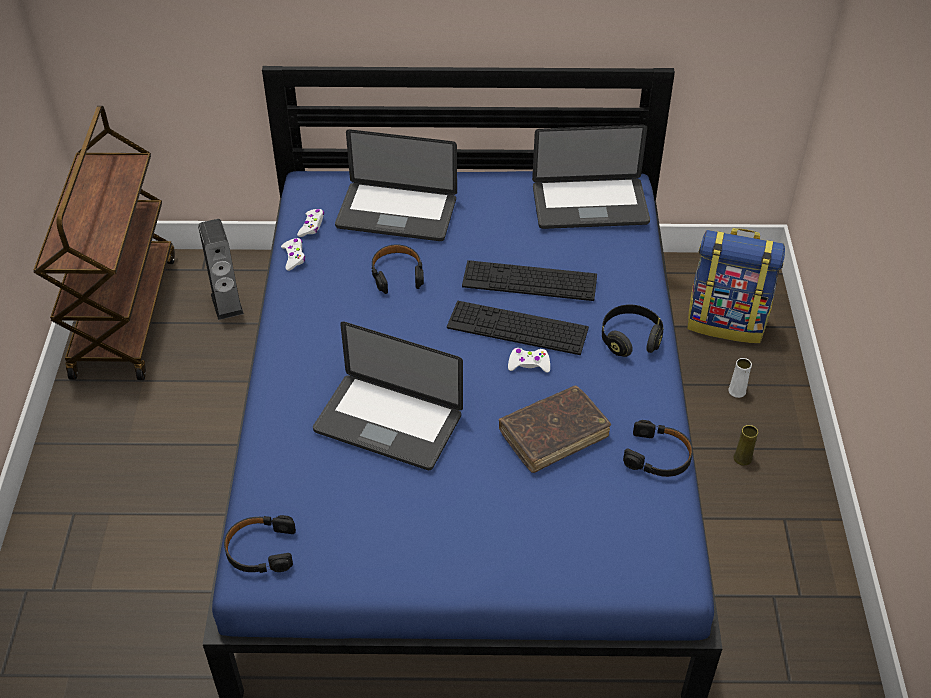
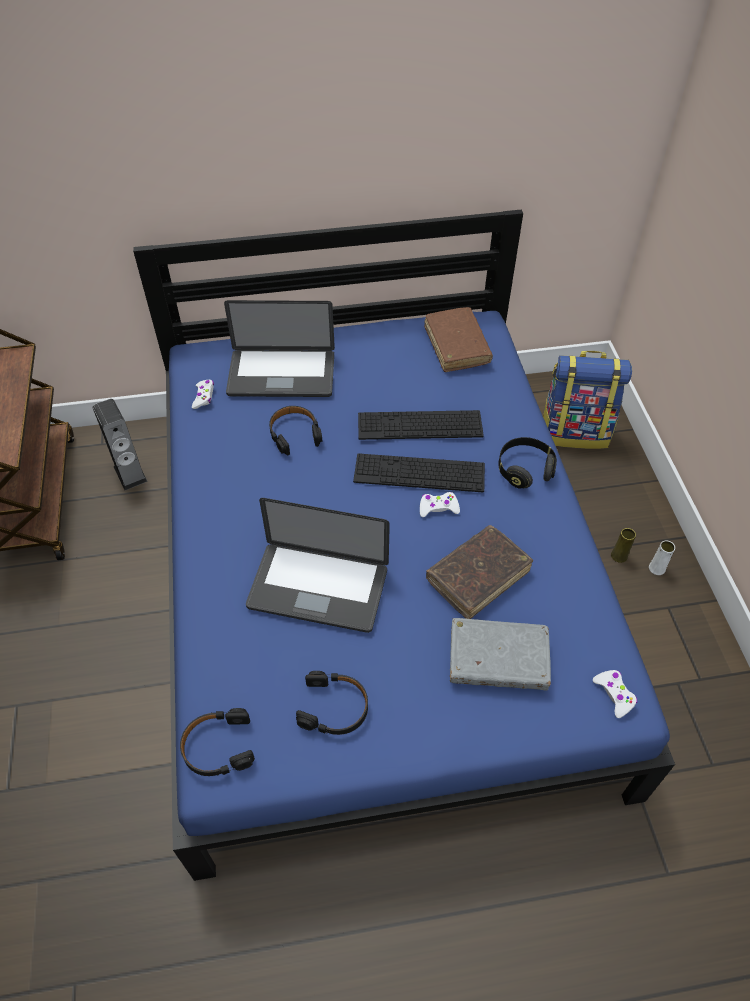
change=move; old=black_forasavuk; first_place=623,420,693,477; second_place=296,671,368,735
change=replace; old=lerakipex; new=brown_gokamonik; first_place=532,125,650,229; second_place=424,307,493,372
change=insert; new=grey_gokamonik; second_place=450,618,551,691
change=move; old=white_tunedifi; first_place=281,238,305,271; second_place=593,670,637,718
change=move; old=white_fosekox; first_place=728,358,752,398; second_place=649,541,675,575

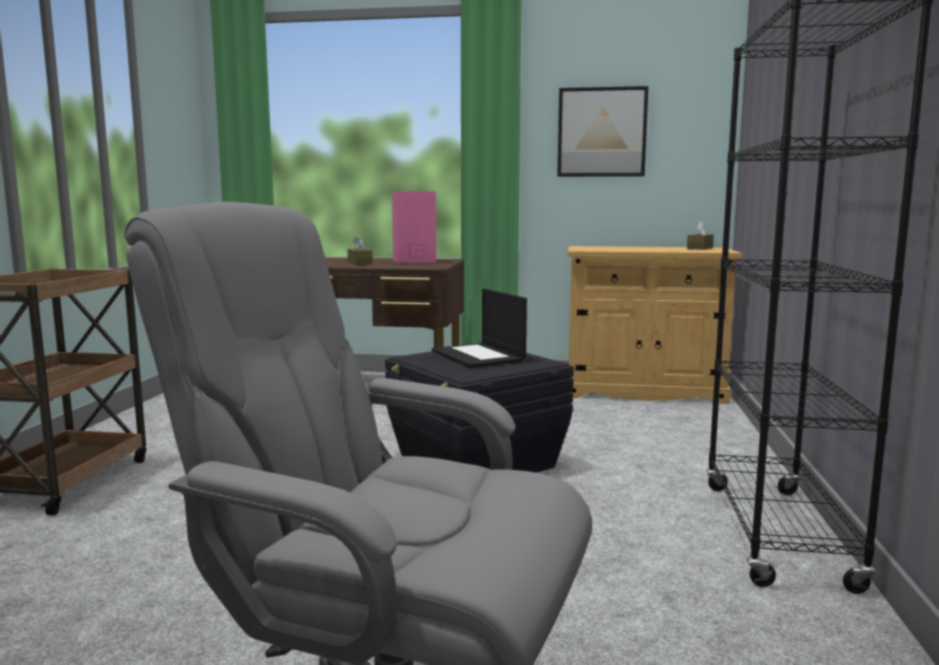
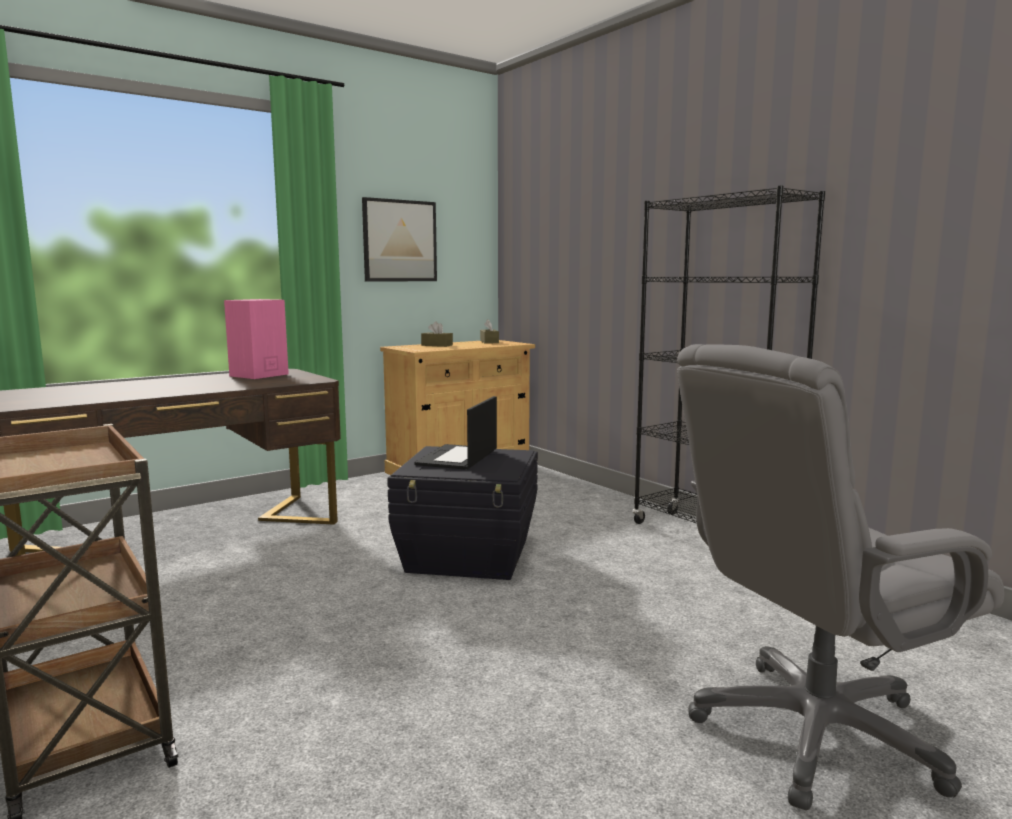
change=rotate; old=lerakipex; first_place=432,288,527,368; second_place=414,396,497,470; degrees=90
change=move; old=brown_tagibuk; first_place=348,236,373,265; second_place=421,321,453,347

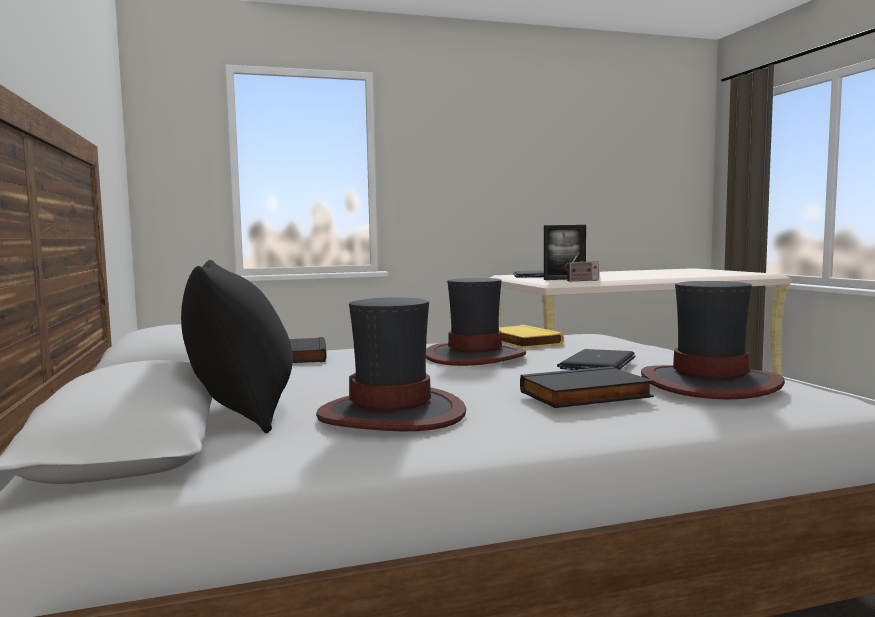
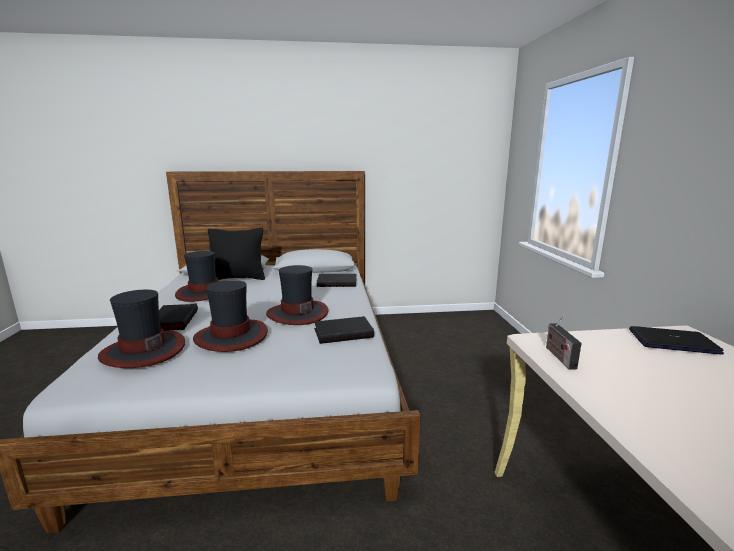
change=replace; old=lerakipex; new=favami; first_place=557,349,635,370; second_place=193,280,268,352
change=recolor; old=yellow_gokamonik; new=black_gokamonik; first_place=499,325,564,348; second_place=314,316,374,344
change=delete; old=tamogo; first_place=544,225,586,280

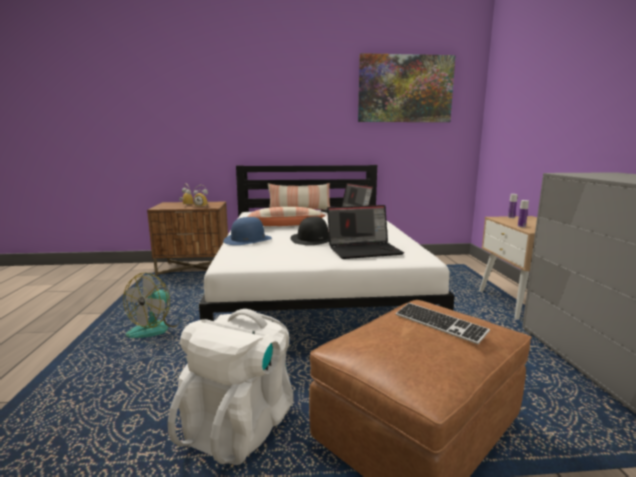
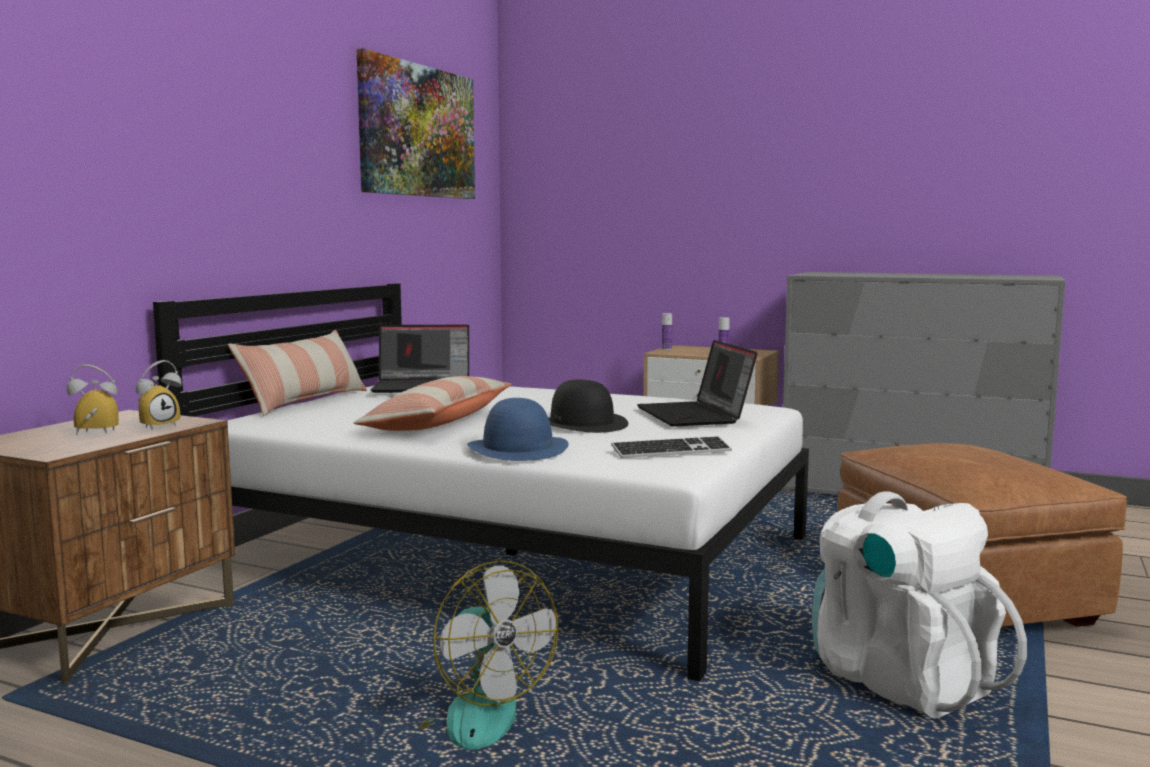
change=move; old=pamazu; first_place=396,303,490,344; second_place=611,436,732,458
change=rotate; old=lerakipex; first_place=327,205,404,259; second_place=637,340,757,427; degrees=150

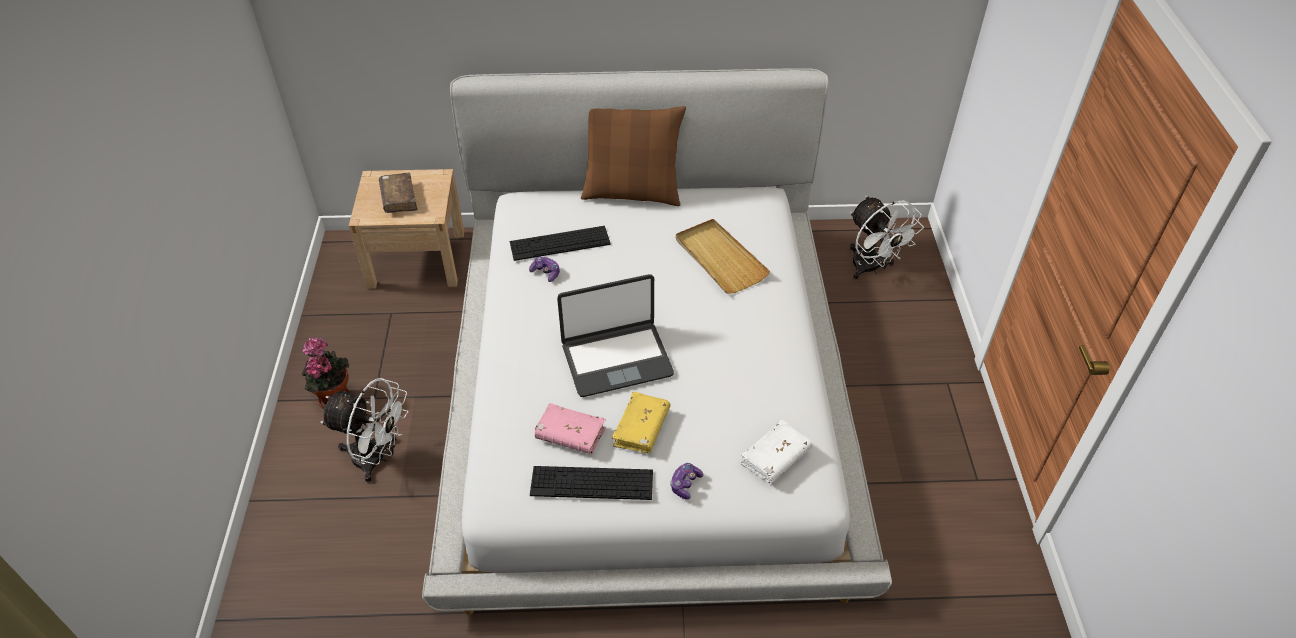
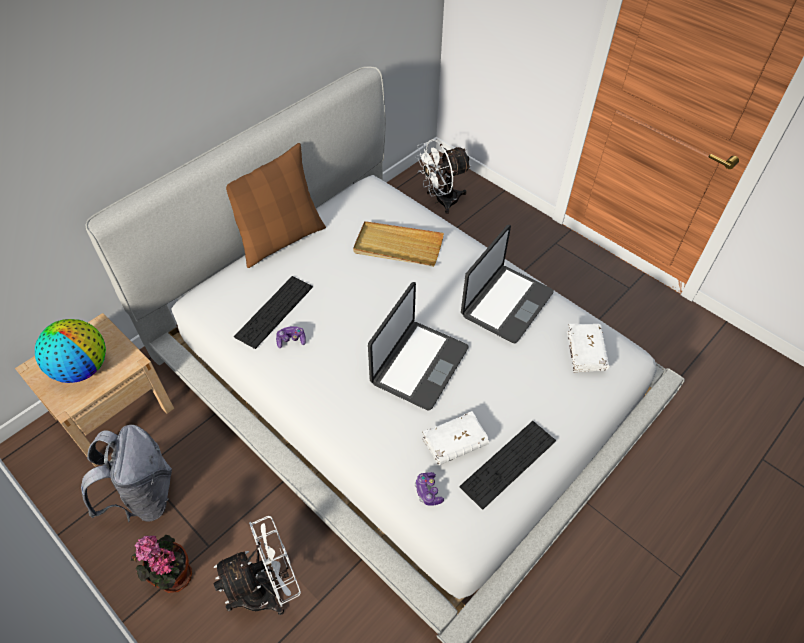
change=replace; old=brown_gokamonik; new=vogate; first_place=379,173,417,213; second_place=35,319,106,383
change=insert; new=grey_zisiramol; second_place=81,425,172,522
change=rotate; old=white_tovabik; first_place=850,196,924,279; second_place=415,139,472,214; degrees=135
change=move; old=tunedifi; first_place=670,463,704,500; second_place=415,472,444,506
change=recolor; old=pink_gokamonik; new=white_gokamonik; first_place=535,403,606,454; second_place=422,411,489,465
change=insert; new=lerakipex; second_place=461,225,554,343
change=delete; old=yellow_gokamonik; first_place=612,392,671,453

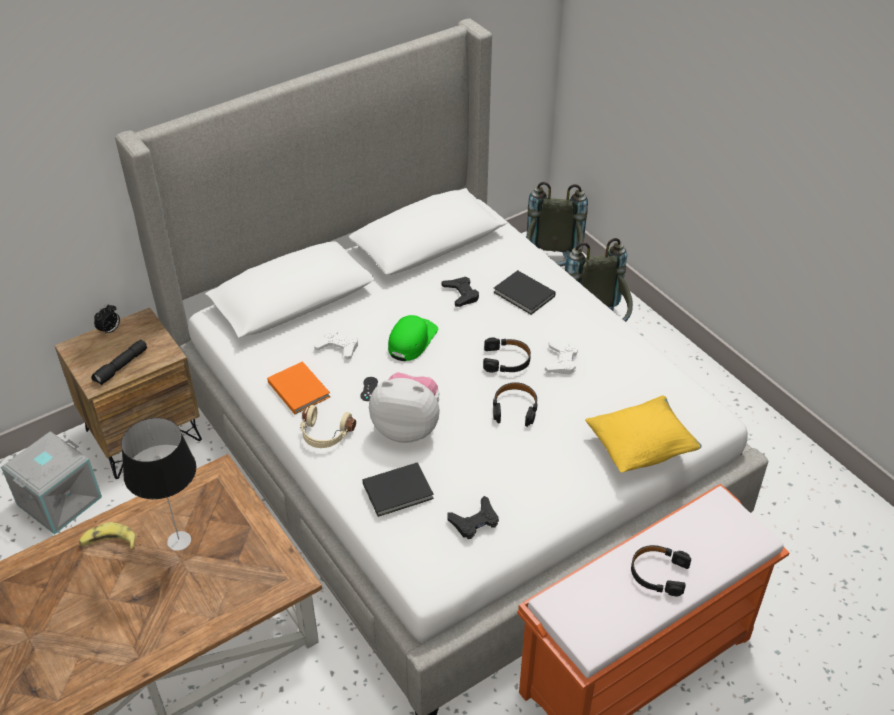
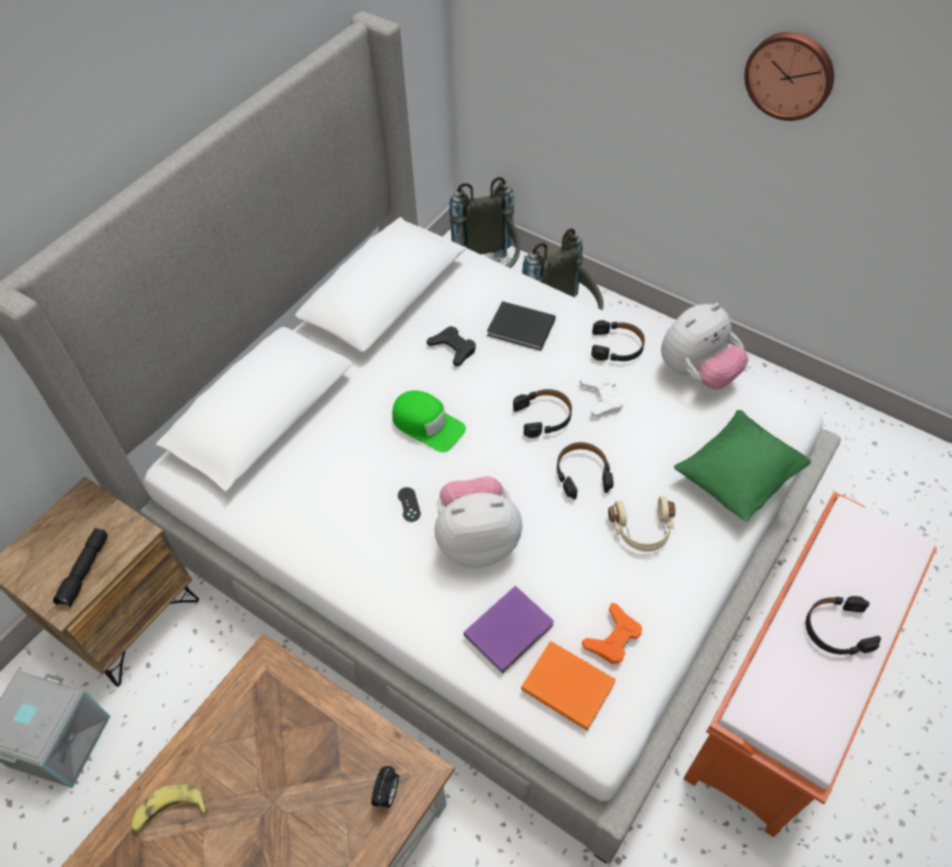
change=move; old=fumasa; first_place=94,304,120,335; second_place=371,766,399,808
change=rotate; old=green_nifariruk; first_place=388,315,438,361; second_place=392,390,466,452; degrees=120
change=recolor; old=black_gokamonik; new=purple_gokamonik; first_place=363,462,434,517; second_place=464,586,554,674
change=move; old=orange_gokamonik; first_place=267,361,330,414; second_place=521,641,616,730
change=recolor; old=black_tunedifi; new=orange_tunedifi; first_place=447,496,499,539; second_place=582,603,642,664
change=insert; new=black_forasavuk; second_place=591,320,645,361
change=move; old=beige_forasavuk; first_place=300,405,356,448; second_place=608,496,675,552
change=insert; new=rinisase; second_place=661,303,749,389
change=recolor; old=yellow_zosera; new=green_zosera; first_place=585,396,702,473; second_place=674,410,811,521
change=insert; new=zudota; second_place=744,32,834,121
change=delete; old=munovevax; first_place=121,418,196,551
change=delete; old=white_tunedifi; first_place=314,330,358,360

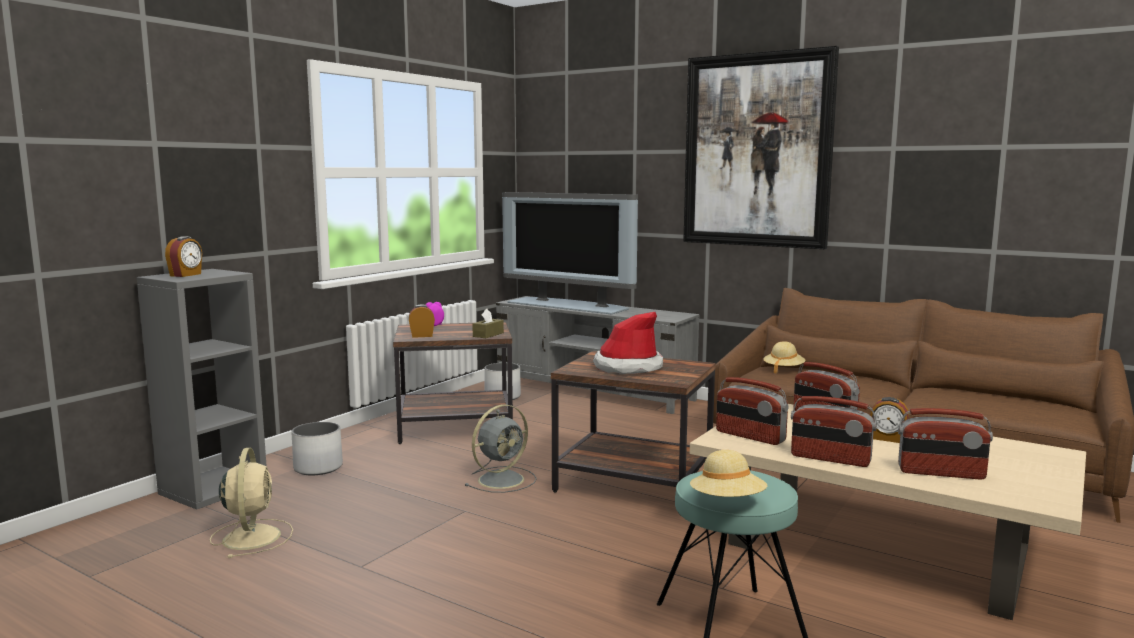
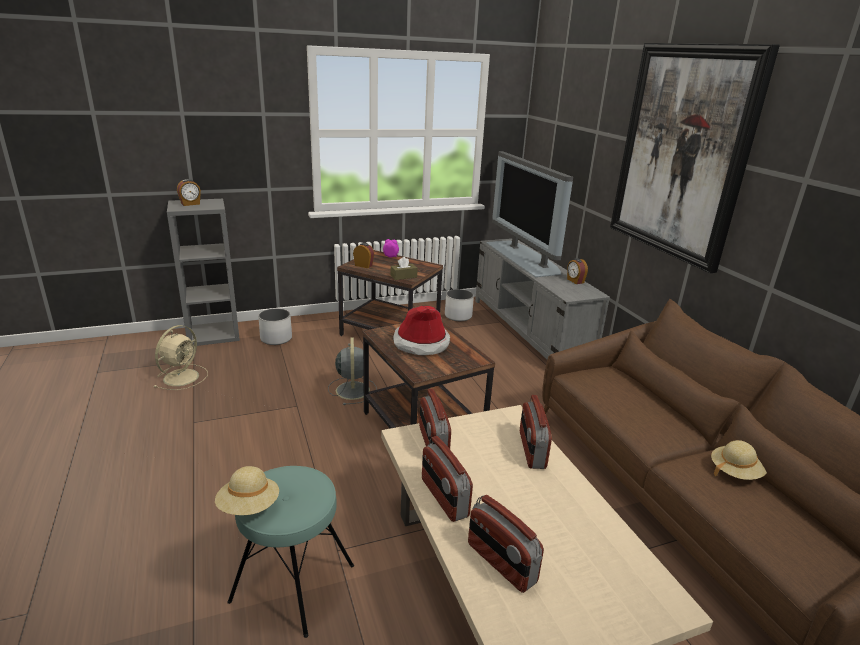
change=rotate; old=grey_tovabik; first_place=464,404,537,493; second_place=328,337,377,405; degrees=-90
change=move; old=fumasa; first_place=870,397,909,443; second_place=567,258,588,284
change=move; old=beige_favami; first_place=763,341,806,374; second_place=711,440,767,480

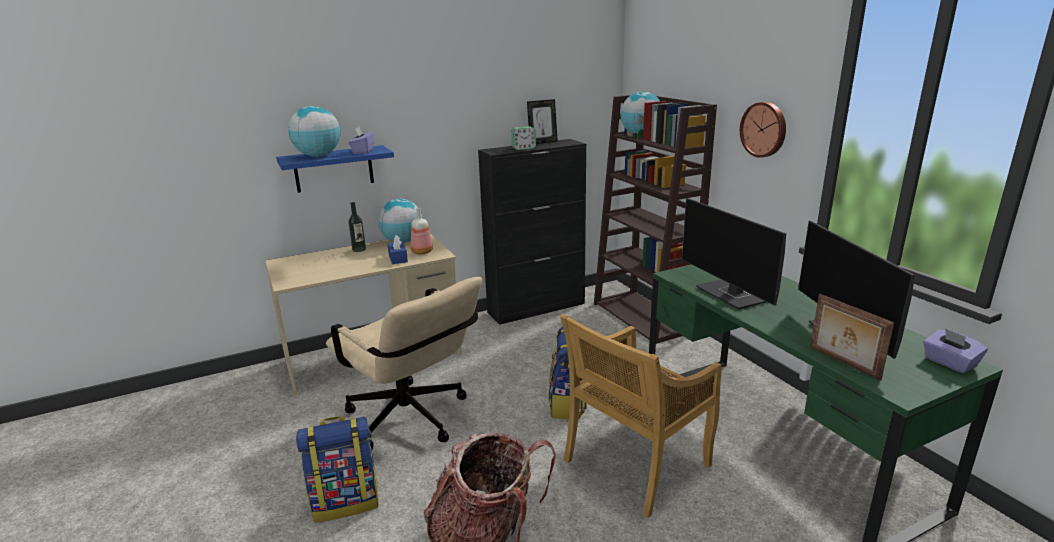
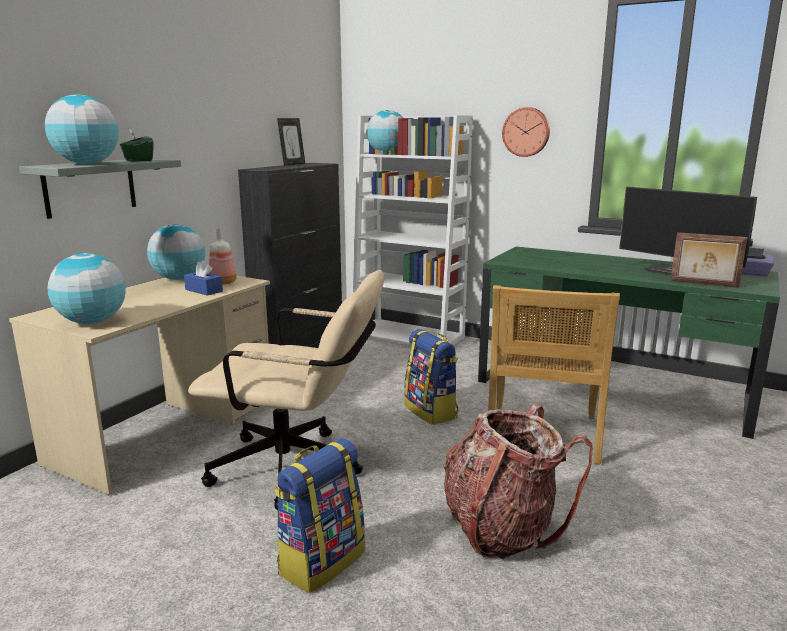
change=recolor; old=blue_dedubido; new=grey_dedubido; first_place=276,145,394,193; second_place=19,159,181,219
change=insert; new=vogate; second_place=47,253,126,324
change=recolor; old=purple_tagibuk; new=green_tagibuk; first_place=349,127,374,154; second_place=120,129,153,162
change=recolor; old=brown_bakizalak; new=white_bakizalak; first_place=594,95,717,344; second_place=353,115,473,345
change=delete; old=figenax; first_place=348,202,366,252
change=delete; old=fumasa; first_place=511,126,536,150
change=delete; old=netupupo; first_place=682,198,786,310

